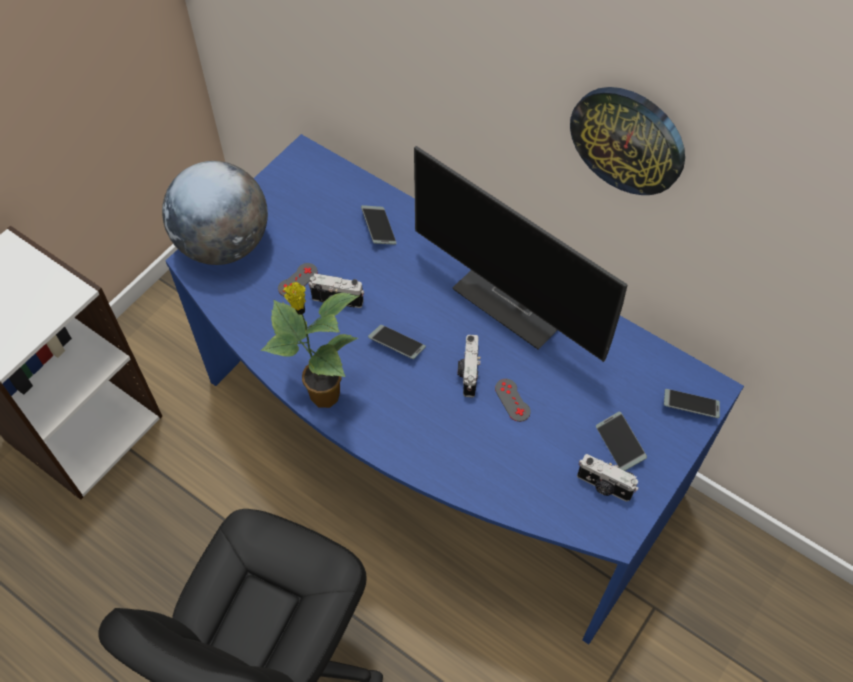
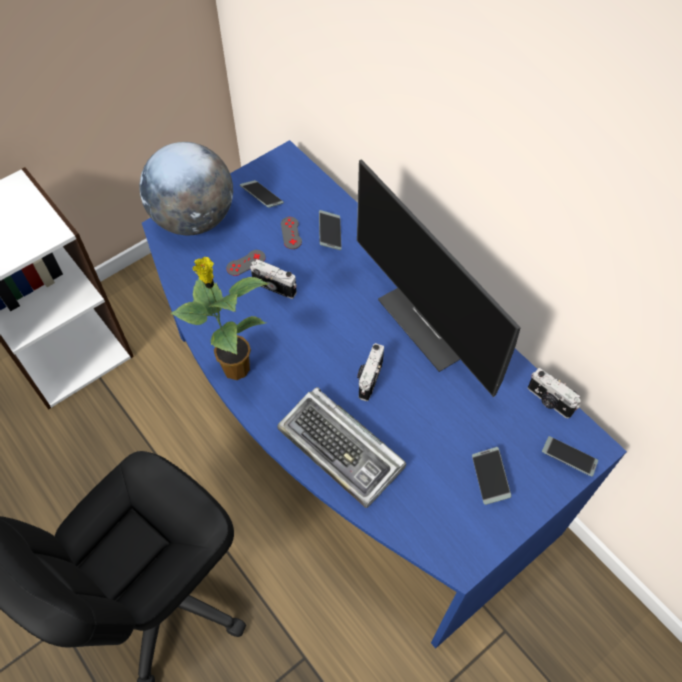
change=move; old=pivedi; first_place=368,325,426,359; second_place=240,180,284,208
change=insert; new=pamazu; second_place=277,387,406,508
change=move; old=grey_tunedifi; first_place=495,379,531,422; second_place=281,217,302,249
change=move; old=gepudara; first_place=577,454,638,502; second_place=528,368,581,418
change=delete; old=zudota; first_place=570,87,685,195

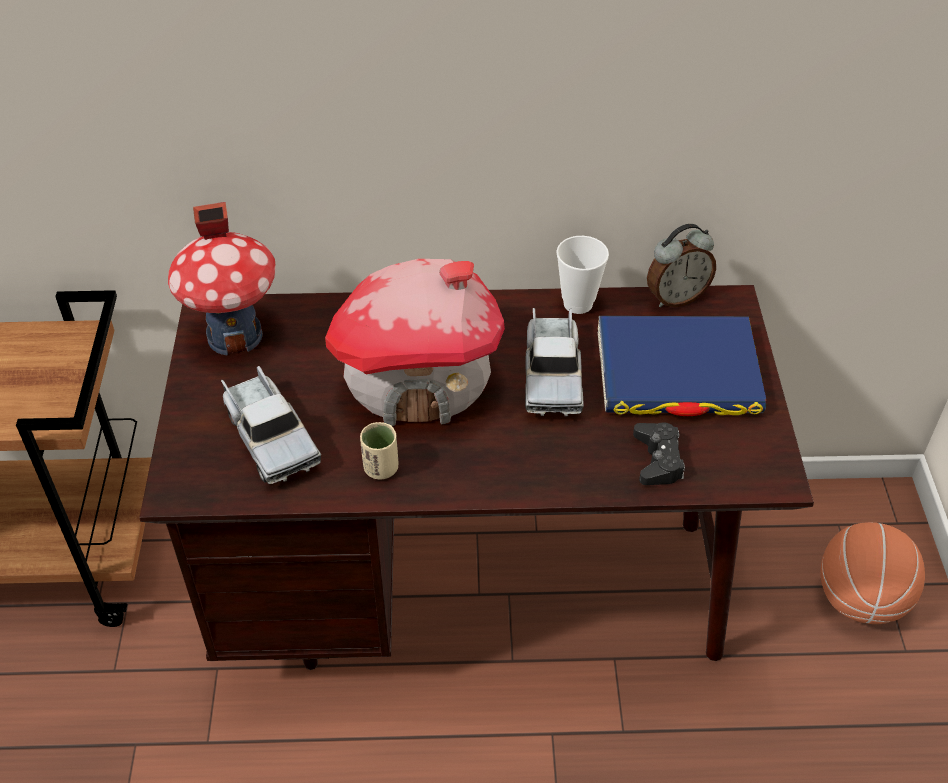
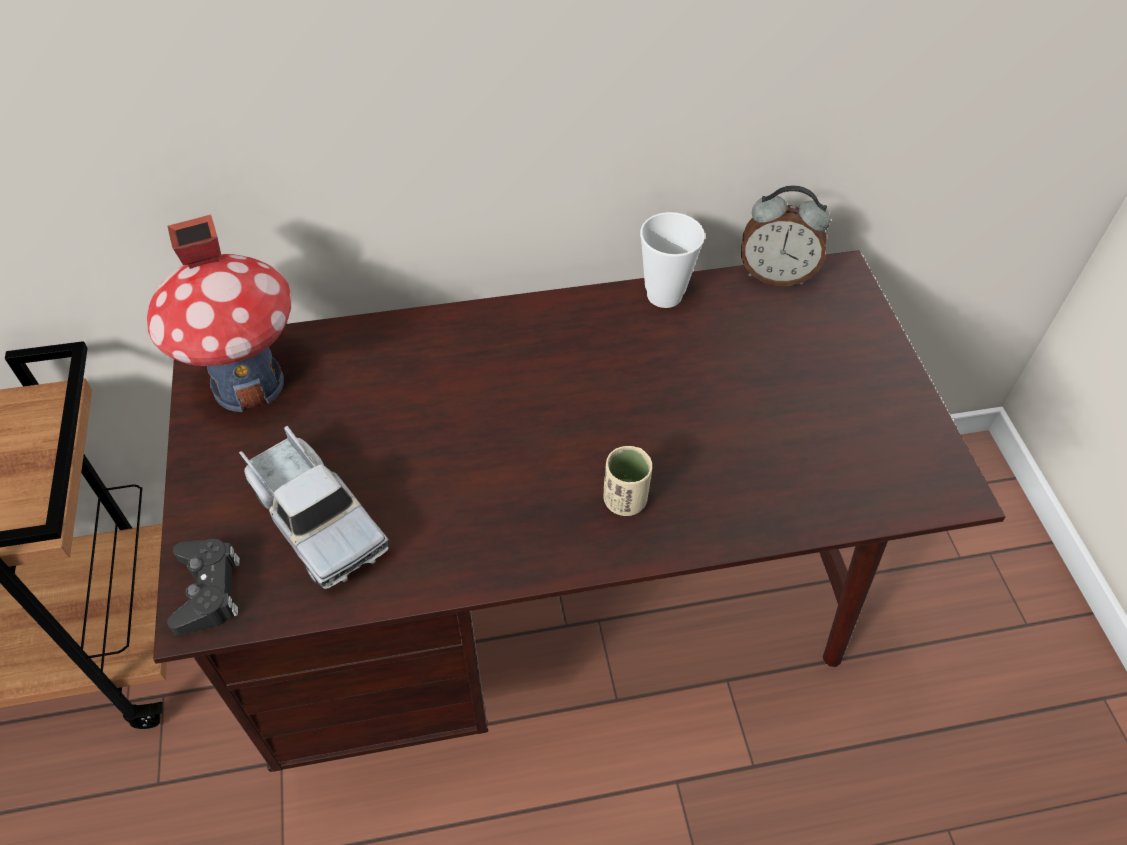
change=move; old=black_tunedifi; first_place=633,422,685,485; second_place=167,538,240,635
change=move; old=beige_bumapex; first_place=360,422,398,479; second_place=603,446,652,516
change=rotate; old=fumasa; first_place=647,224,716,308; second_place=741,186,830,286; degrees=45
change=delete; old=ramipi; first_place=325,259,505,426
change=delete; old=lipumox; first_place=525,308,584,417
change=delete; old=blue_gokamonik; first_place=598,316,766,416
change=delete; old=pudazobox; first_place=820,522,925,624

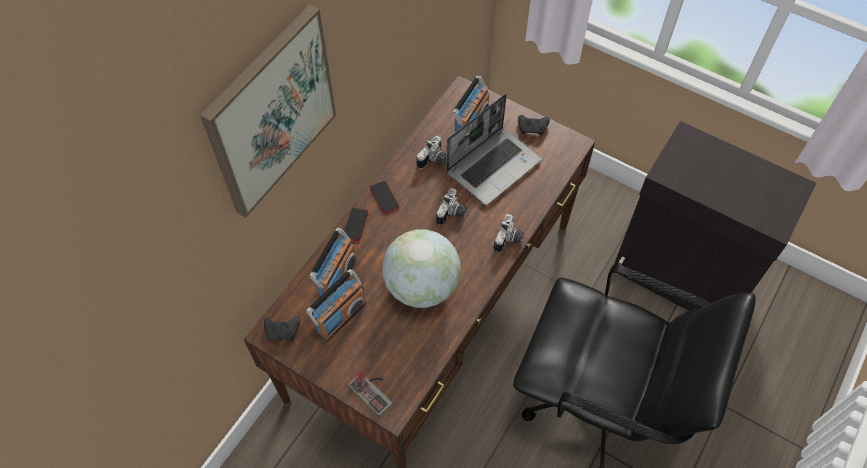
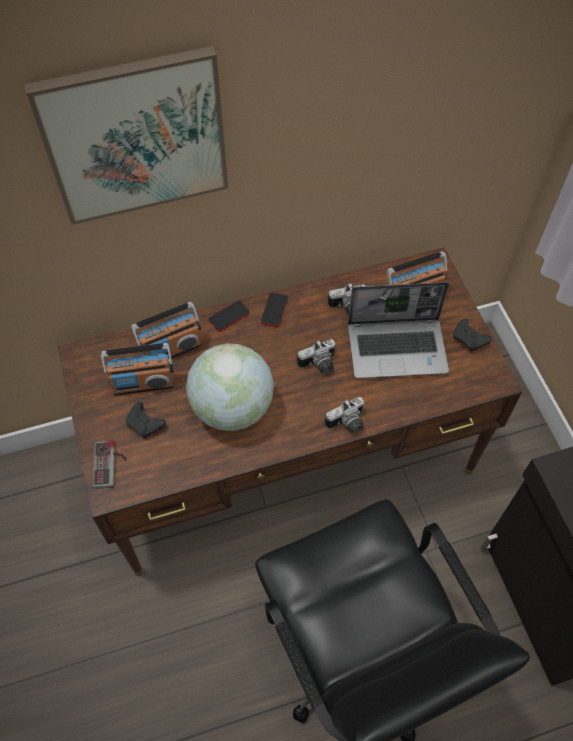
change=move; old=black_tunedifi; first_place=264,317,300,341; second_place=126,402,166,438

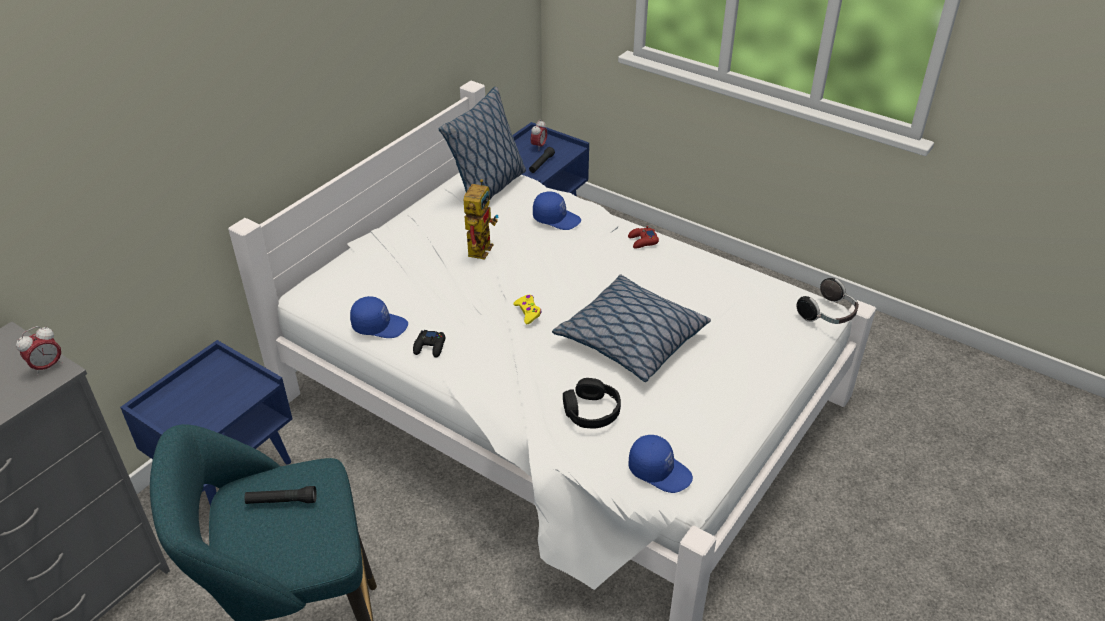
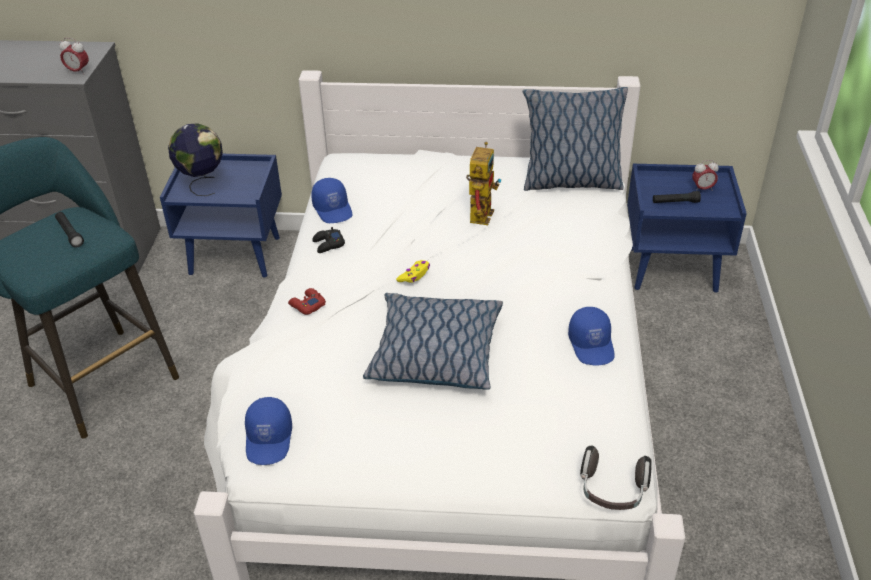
change=insert; new=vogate; second_place=168,123,223,196
change=move; old=red_tunedifi; first_place=628,226,659,249; second_place=288,288,326,315
change=rotate; old=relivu; first_place=464,179,498,260; second_place=466,142,501,225; degrees=-60
change=move; old=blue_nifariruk; first_place=533,191,581,230; second_place=568,307,615,365
change=delete; old=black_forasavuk; first_place=563,378,621,429

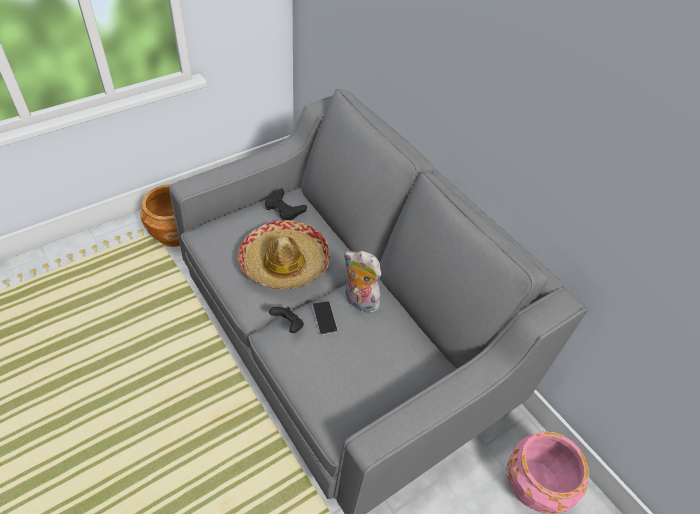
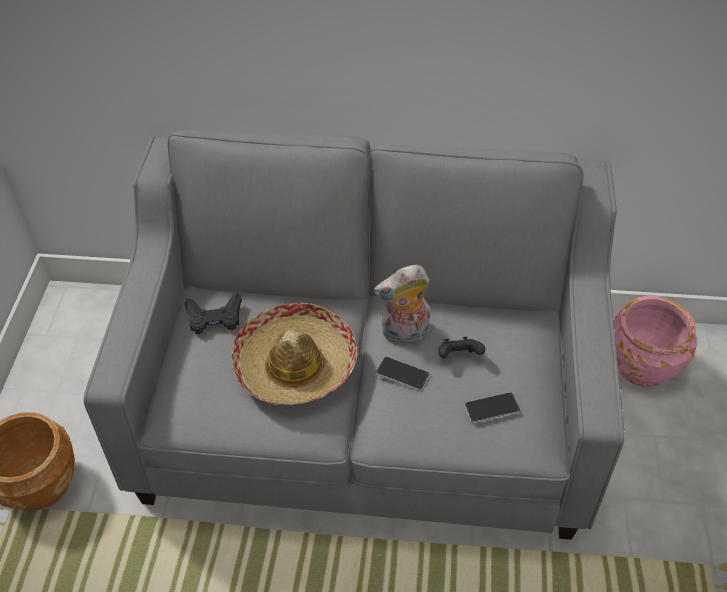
change=move; old=black_tunedifi; first_place=269,307,304,333; second_place=438,337,485,358
change=insert; new=pivedi; second_place=464,392,520,423

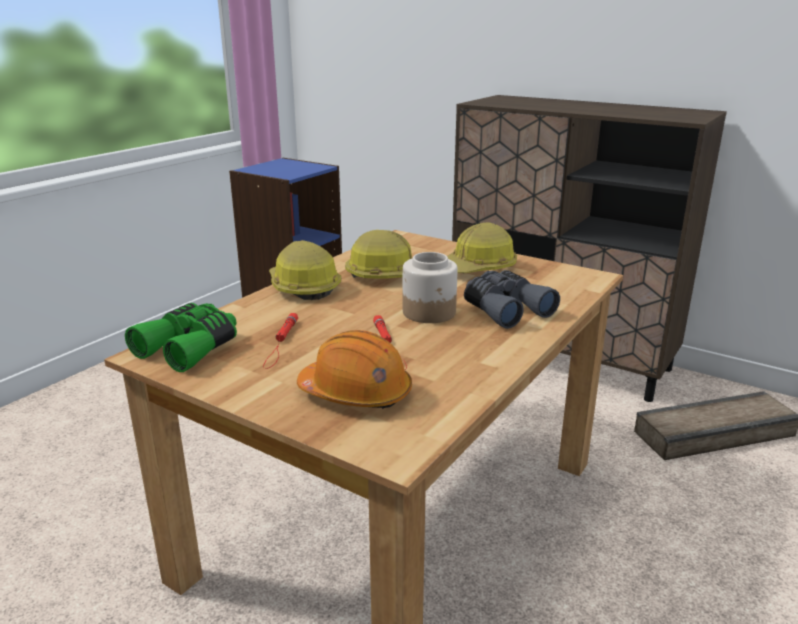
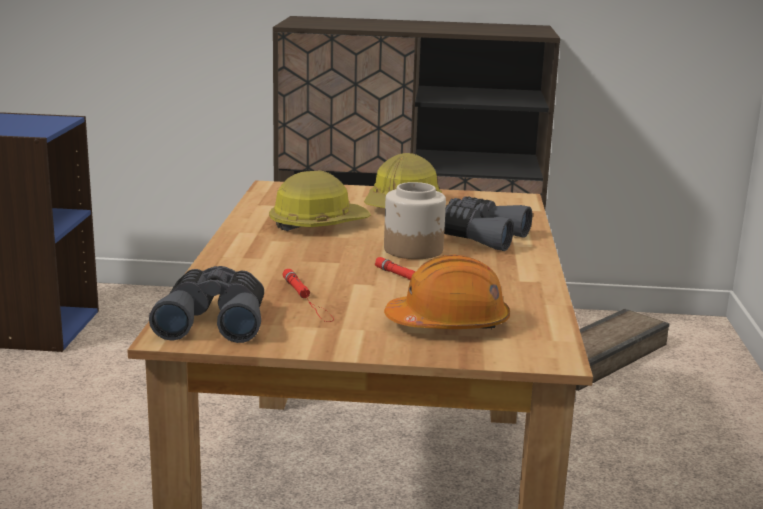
change=recolor; old=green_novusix; new=grey_novusix; first_place=125,303,237,372; second_place=149,266,264,343
change=delete; old=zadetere; first_place=269,240,341,300

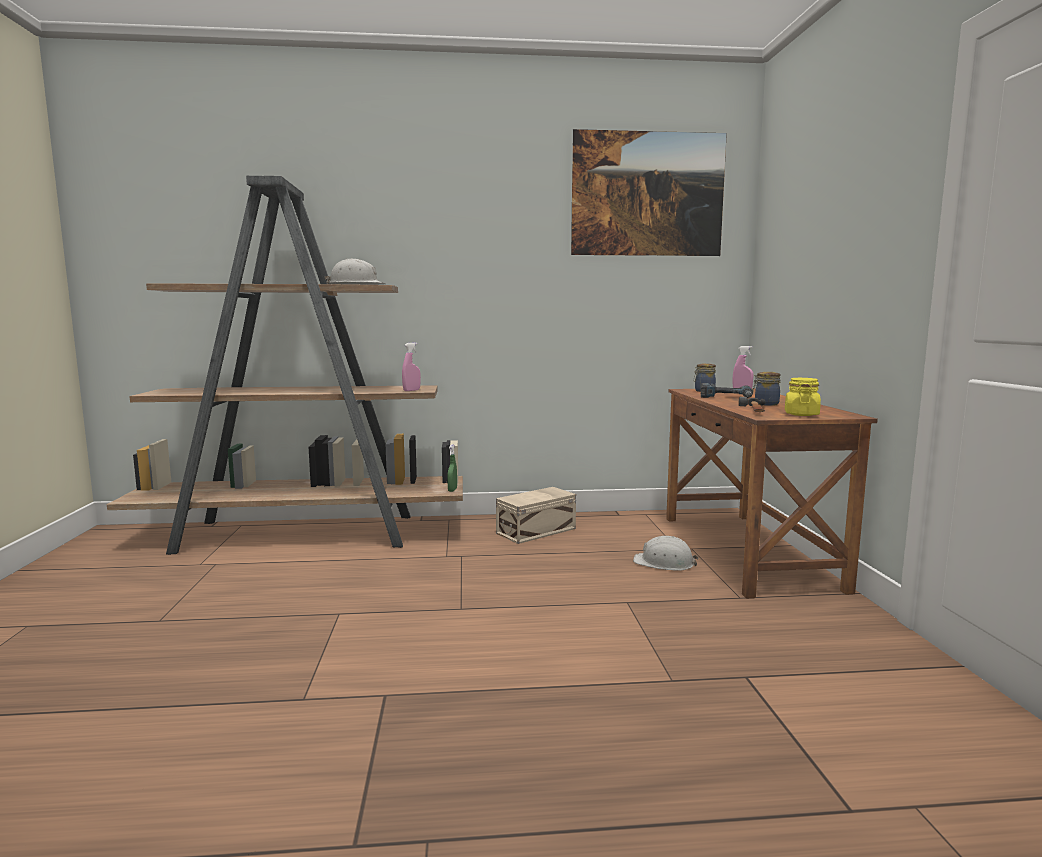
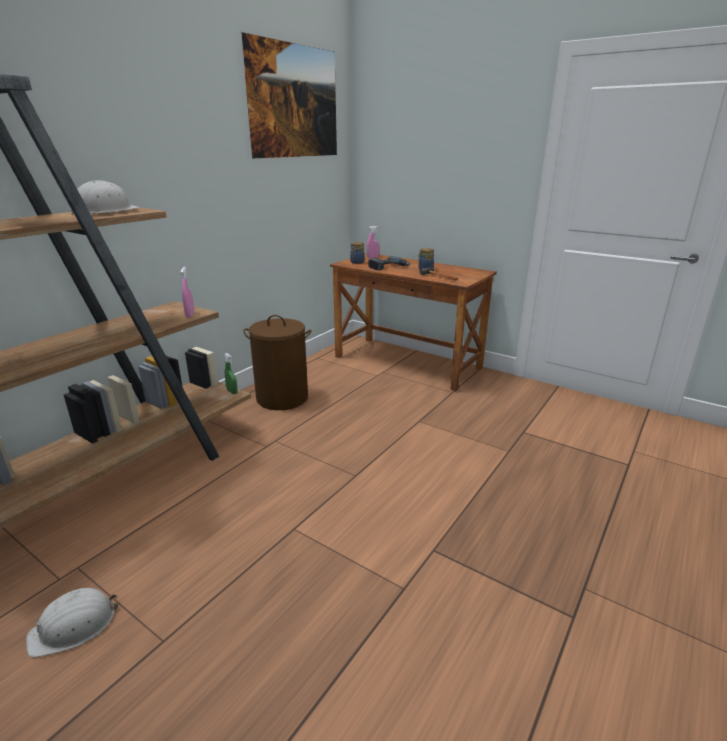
change=move; old=white_zadetere; first_place=633,536,698,571; second_place=26,588,118,658
change=replace; old=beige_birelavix; new=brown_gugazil; first_place=496,487,576,544; second_place=243,315,312,410
change=delete; old=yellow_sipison; first_place=785,378,821,416

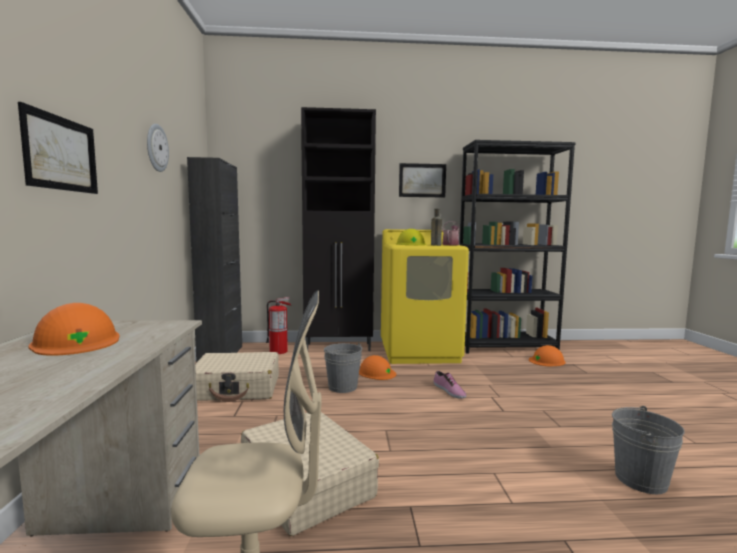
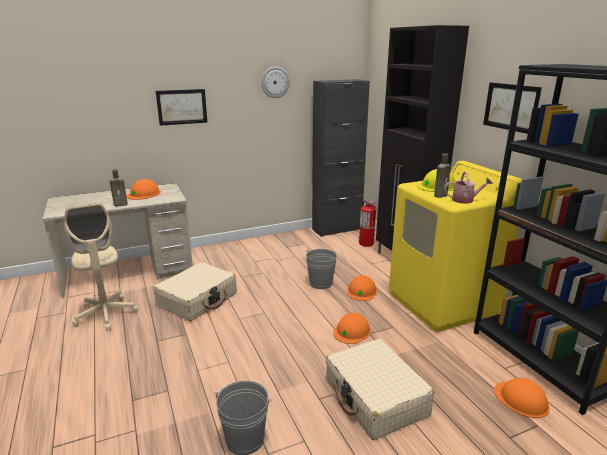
change=insert; new=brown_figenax; second_place=110,169,128,207
change=move; old=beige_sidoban; first_place=195,352,279,402; second_place=326,339,434,440
change=replace; old=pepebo; new=orange_zadetere; first_place=433,371,466,399; second_place=333,313,371,344

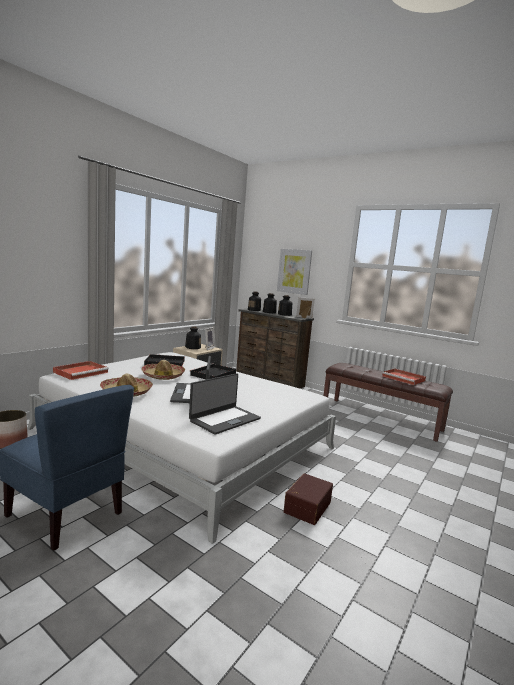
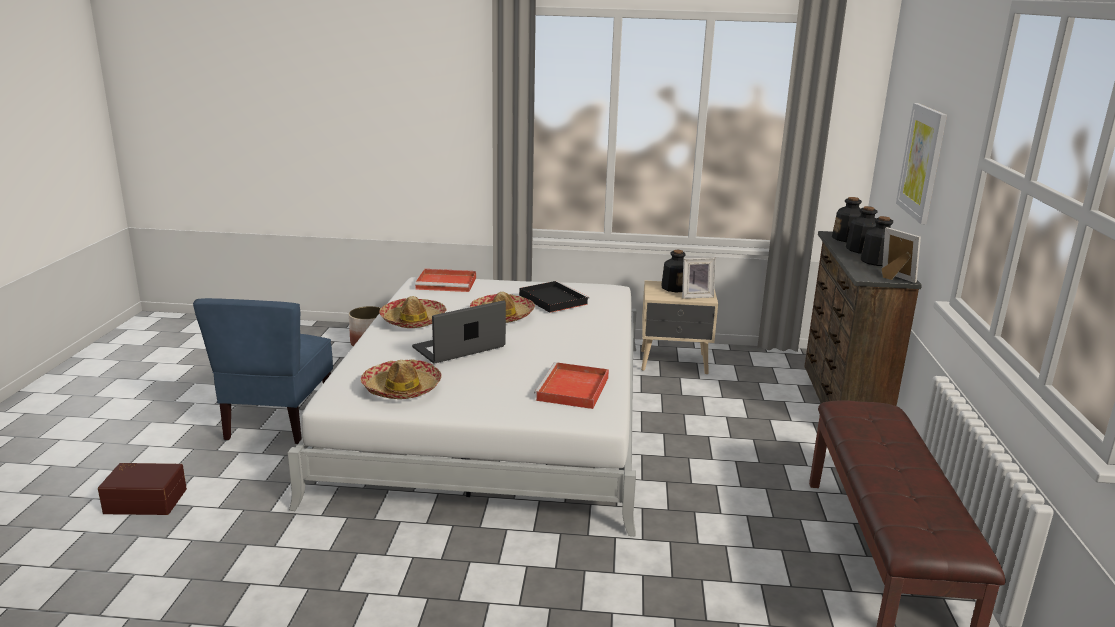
change=move; old=brown_birelavix; first_place=284,473,333,525; second_place=98,463,187,515
change=replace; old=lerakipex; new=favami; first_place=189,373,261,435; second_place=360,359,442,399
change=move; old=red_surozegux; first_place=382,369,426,385; second_place=534,362,609,409
change=delete; old=black_surozegux; first_place=190,364,236,379

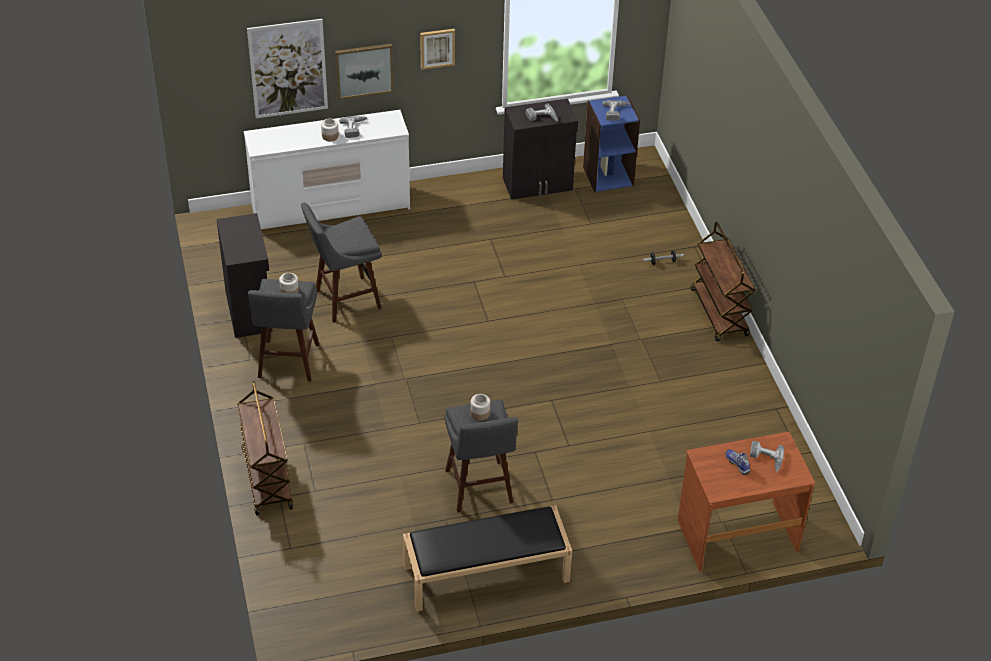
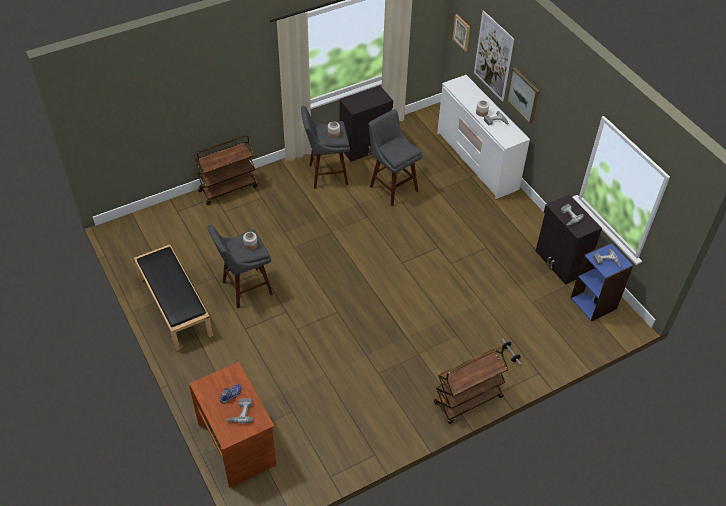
change=move; old=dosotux; first_place=420,29,455,70; second_place=452,14,470,51

